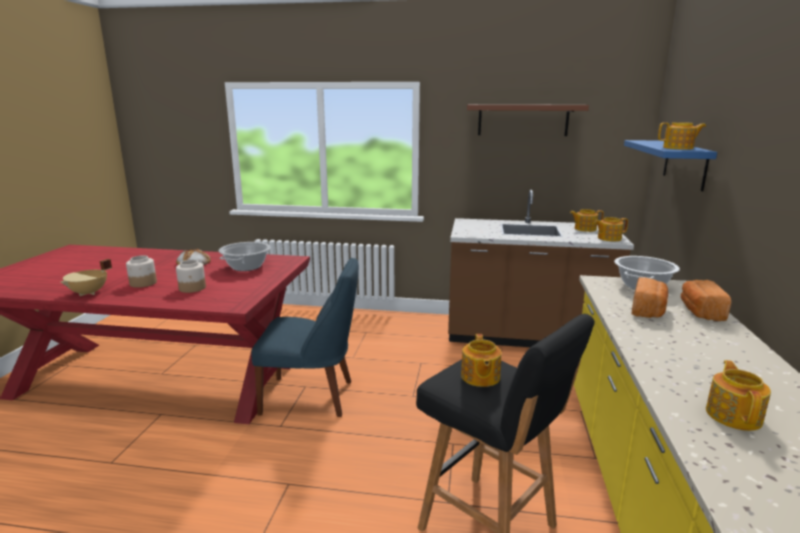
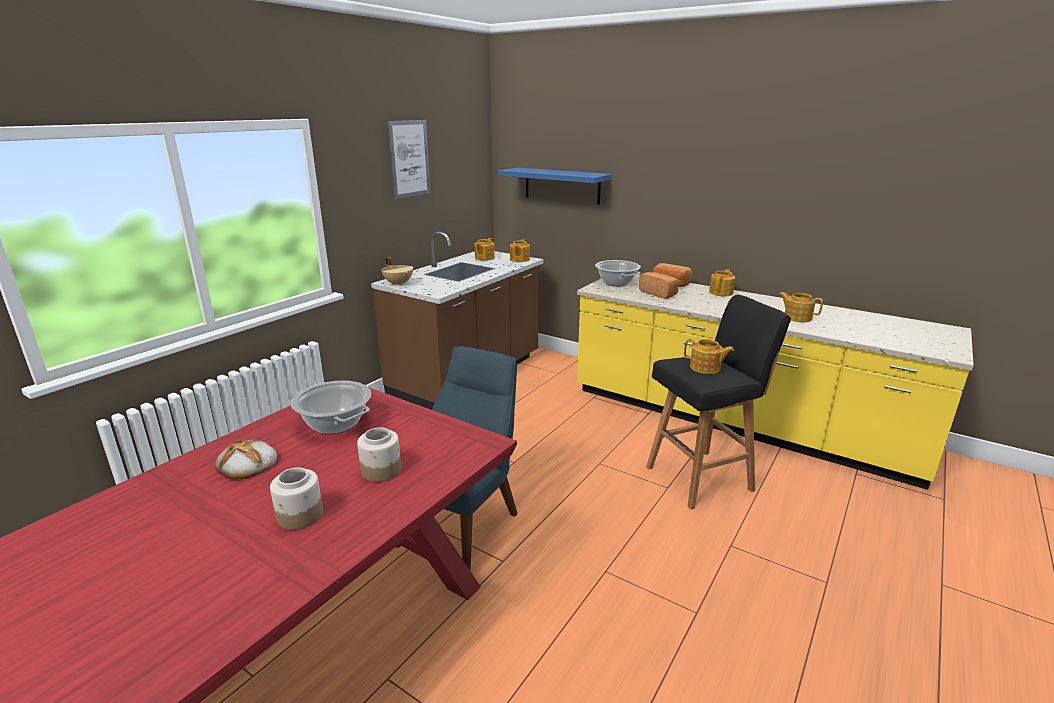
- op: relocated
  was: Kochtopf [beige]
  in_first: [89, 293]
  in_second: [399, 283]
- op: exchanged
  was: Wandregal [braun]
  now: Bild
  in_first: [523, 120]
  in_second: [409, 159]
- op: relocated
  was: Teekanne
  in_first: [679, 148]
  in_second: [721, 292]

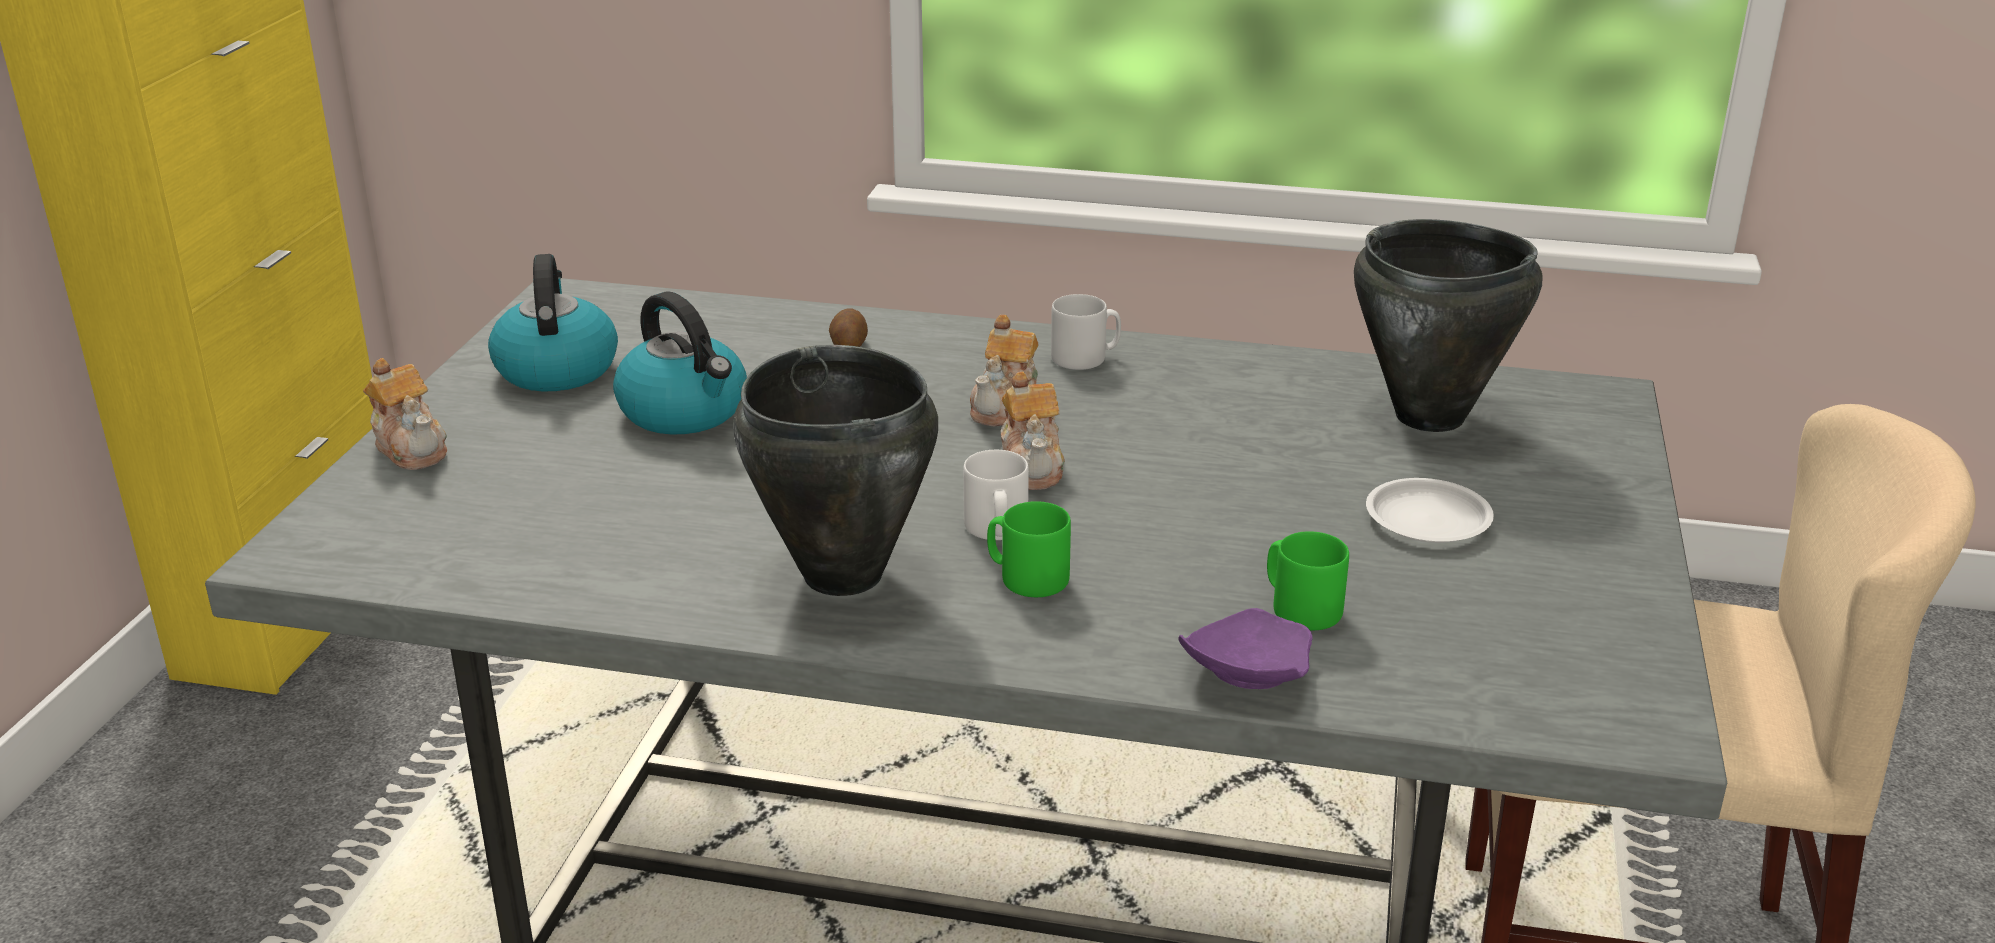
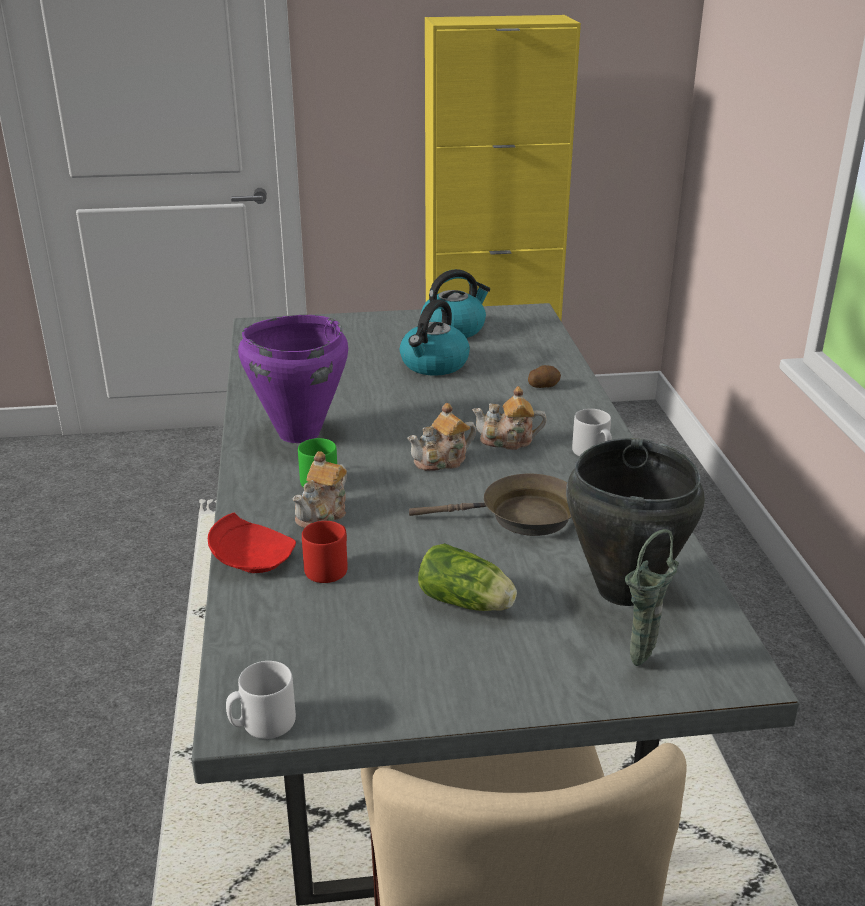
- op: colour
  was: Teller [lila]
  now: Teller [rot]
  in_first: [1245, 673]
  in_second: [252, 559]
- op: relocated
  was: Henkelbecher [weiß]
  in_first: [996, 530]
  in_second: [262, 723]
- op: colour
  was: Kochtopf [schwarz]
  now: Kochtopf [lila]
  in_first: [842, 576]
  in_second: [298, 433]
- op: relocated
  was: Teekanne
  in_first: [412, 448]
  in_second: [323, 513]
- op: colour
  was: Henkelbecher [grün]
  now: Henkelbecher [rot]
  in_first: [1300, 608]
  in_second: [329, 568]
- op: appeared
  now: Pfanne [braun]
  in_second: [521, 516]
- op: exchanged
  was: Teller [weiß]
  now: Salatkopf
  in_first: [1426, 519]
  in_second: [468, 603]
- op: appeared
  now: Vase [grün]
  in_second: [643, 659]

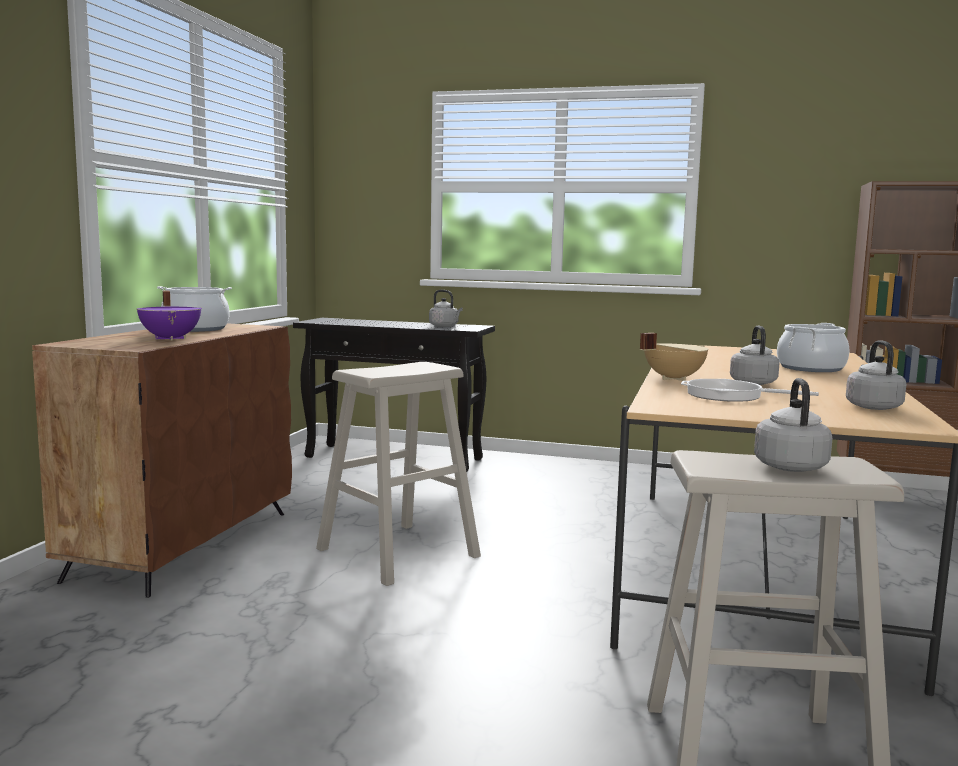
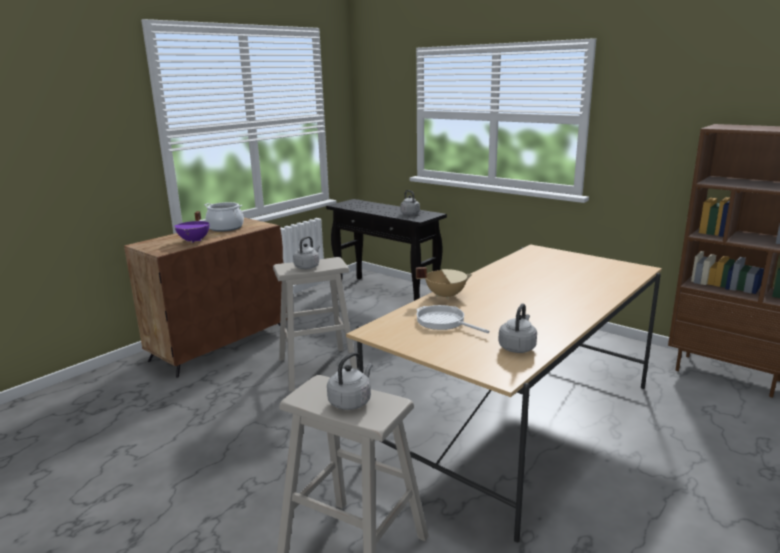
- op: relocated
  was: Wasserkessel [grau]
  in_first: [752, 382]
  in_second: [307, 266]
- op: missing
  was: Kochtopf
  in_first: [811, 368]

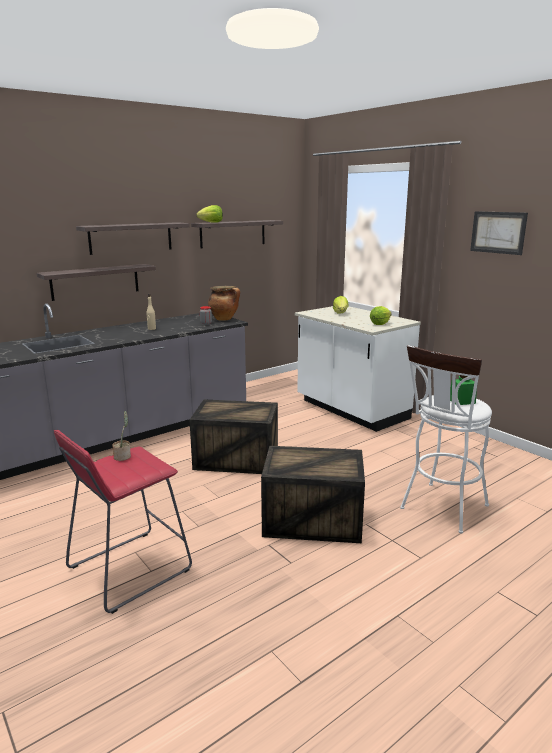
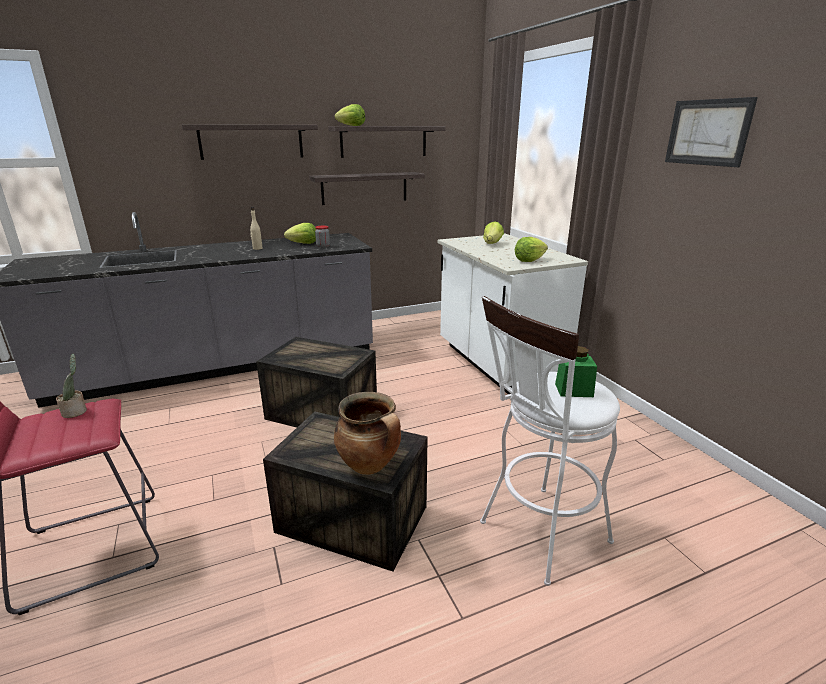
- op: appeared
  now: Salatkopf
  in_second: [303, 243]
- op: relocated
  was: Wandregal
  in_first: [95, 281]
  in_second: [364, 188]
- op: relocated
  was: Kochtopf
  in_first: [224, 319]
  in_second: [370, 465]

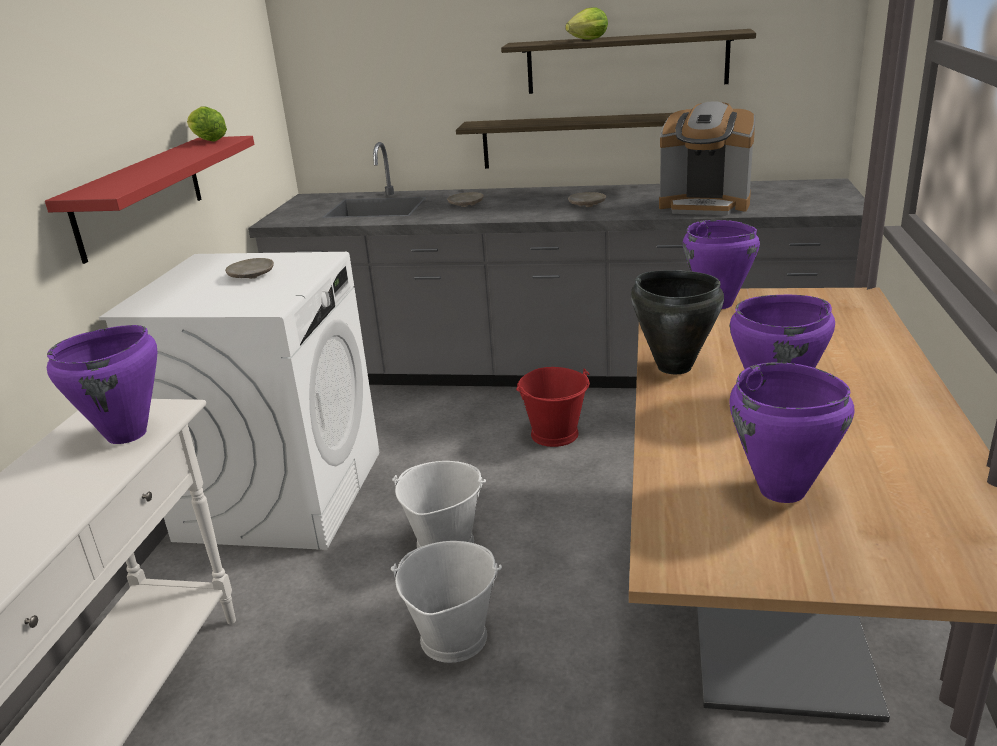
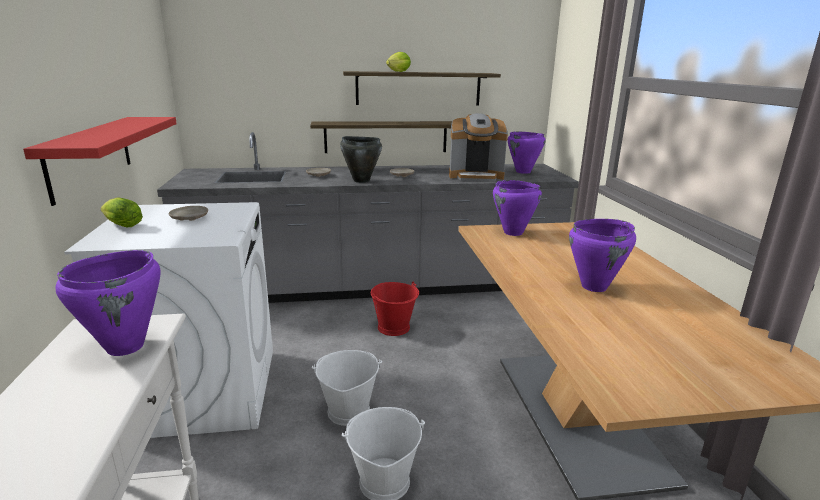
- op: relocated
  was: Salatkopf
  in_first: [206, 140]
  in_second: [121, 225]
- op: relocated
  was: Kochtopf [schwarz]
  in_first: [674, 366]
  in_second: [361, 180]
- op: relocated
  was: Kochtopf [lila]
  in_first: [782, 491]
  in_second: [523, 172]

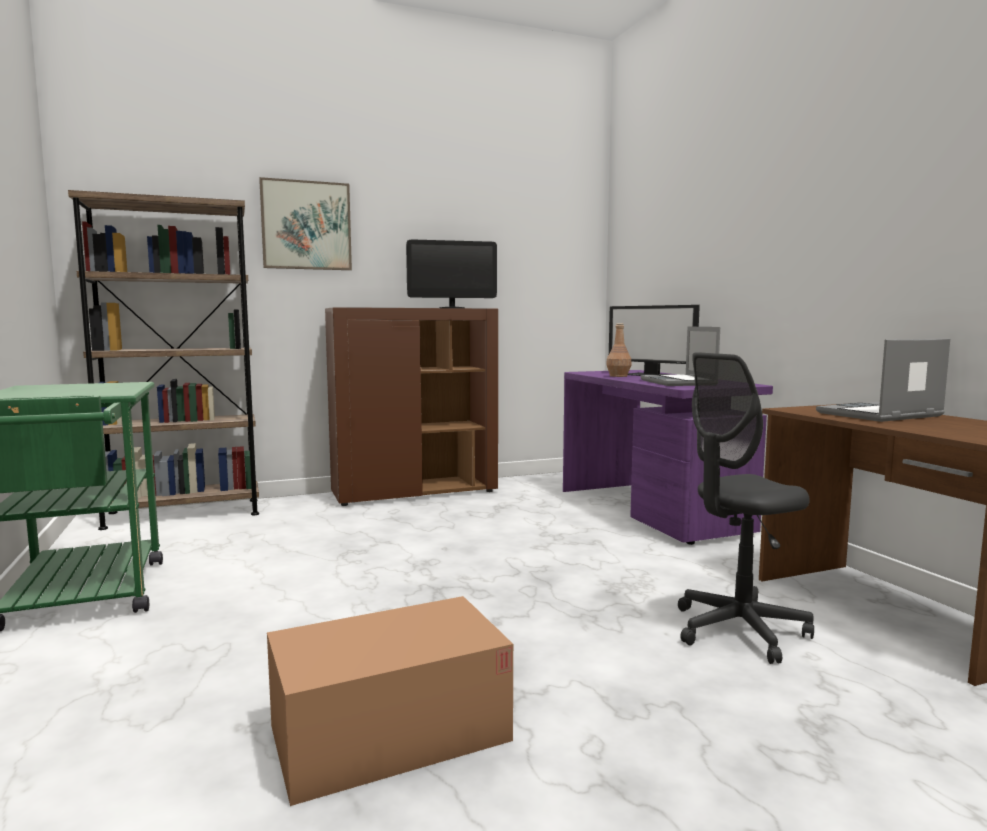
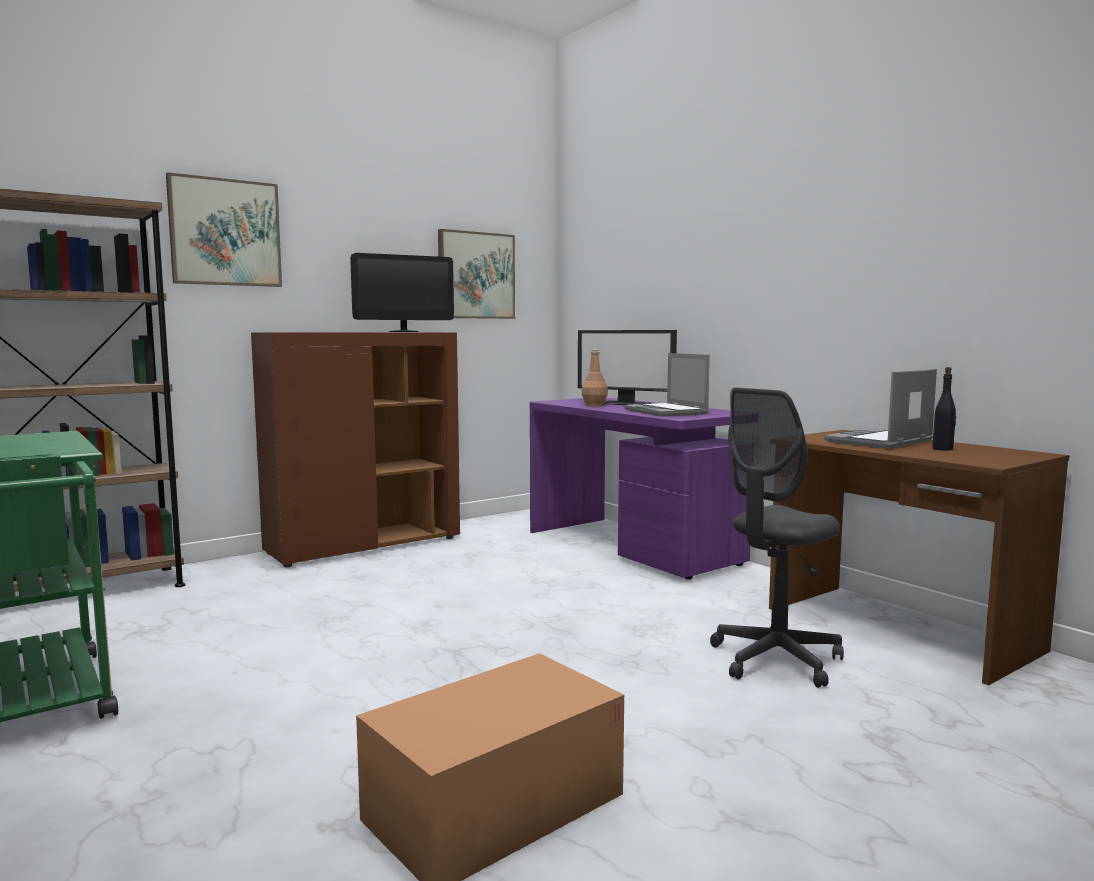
- op: appeared
  now: Bild
  in_second: [476, 275]
- op: appeared
  now: Flasche [schwarz]
  in_second: [943, 449]

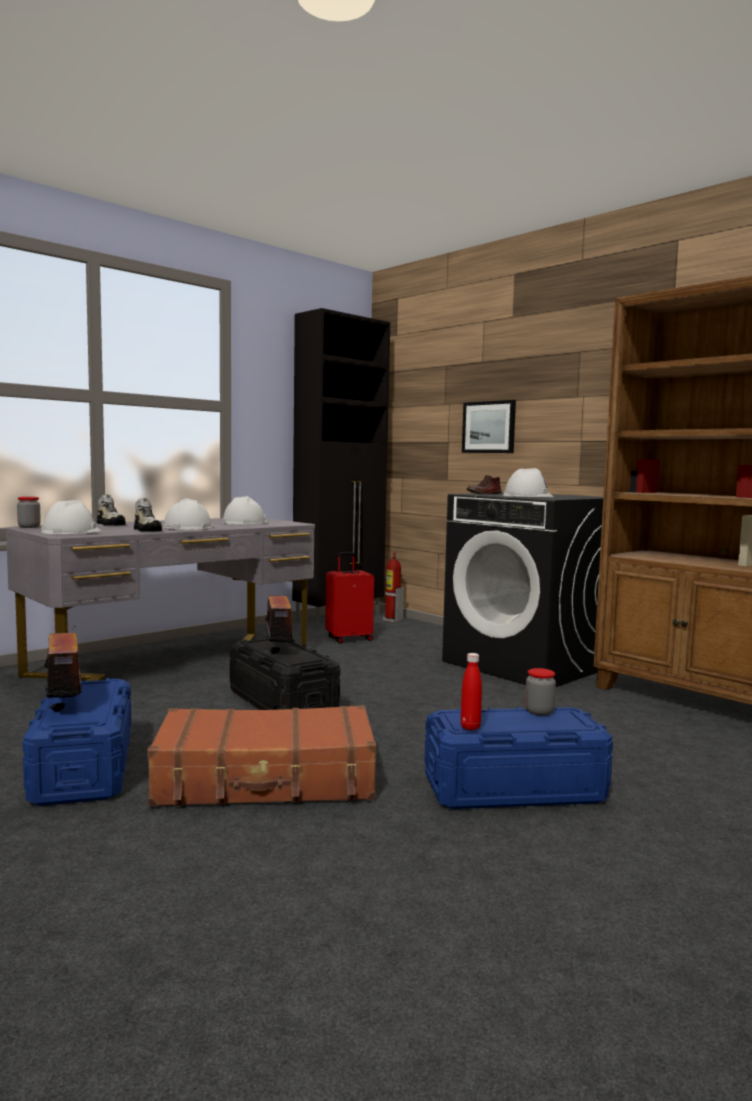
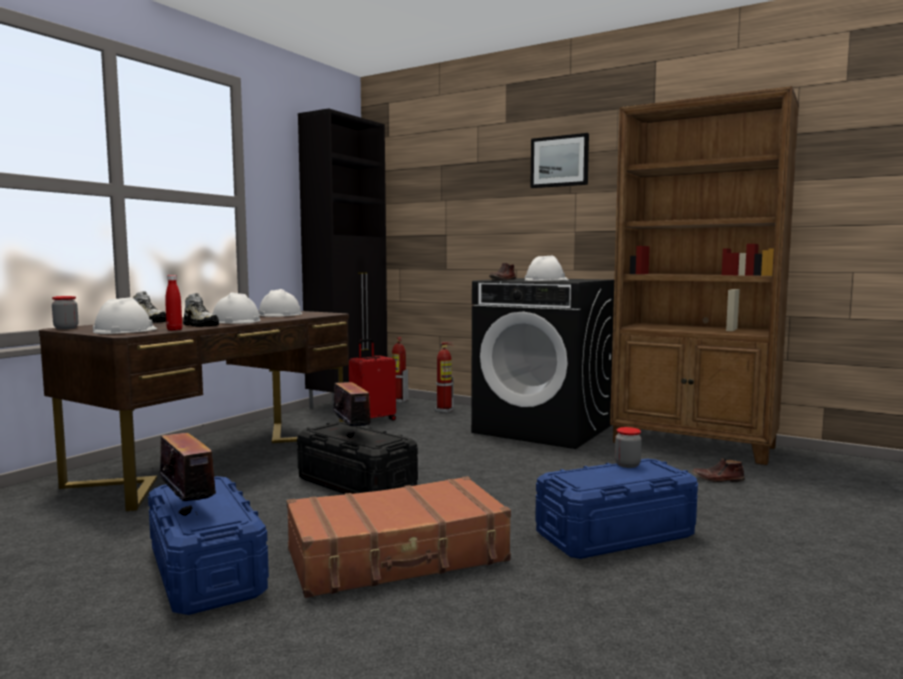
- op: colour
  was: Schreibtisch [grau]
  now: Schreibtisch [braun]
  in_first: [173, 664]
  in_second: [220, 459]
- op: relocated
  was: Flasche [rot]
  in_first: [470, 727]
  in_second: [174, 330]
- op: appeared
  now: Feuerlöscher
  in_second: [444, 410]
- op: relocated
  was: Bild
  in_first: [489, 427]
  in_second: [559, 161]
- op: appeared
  now: Schuh [braun]
  in_second: [717, 479]

